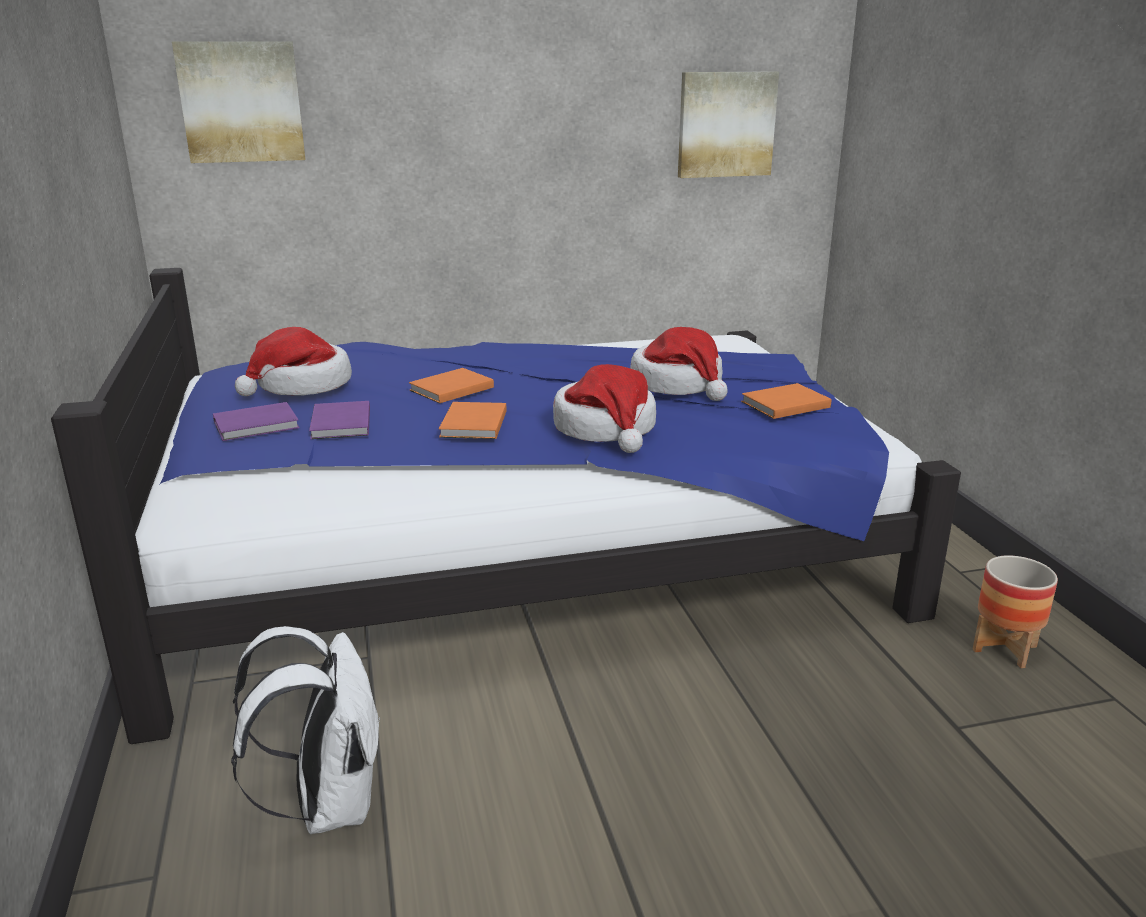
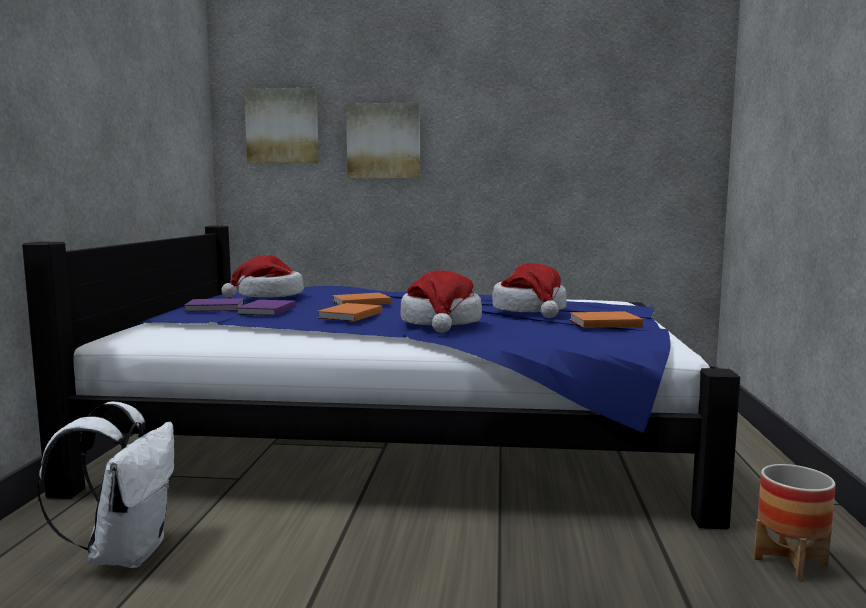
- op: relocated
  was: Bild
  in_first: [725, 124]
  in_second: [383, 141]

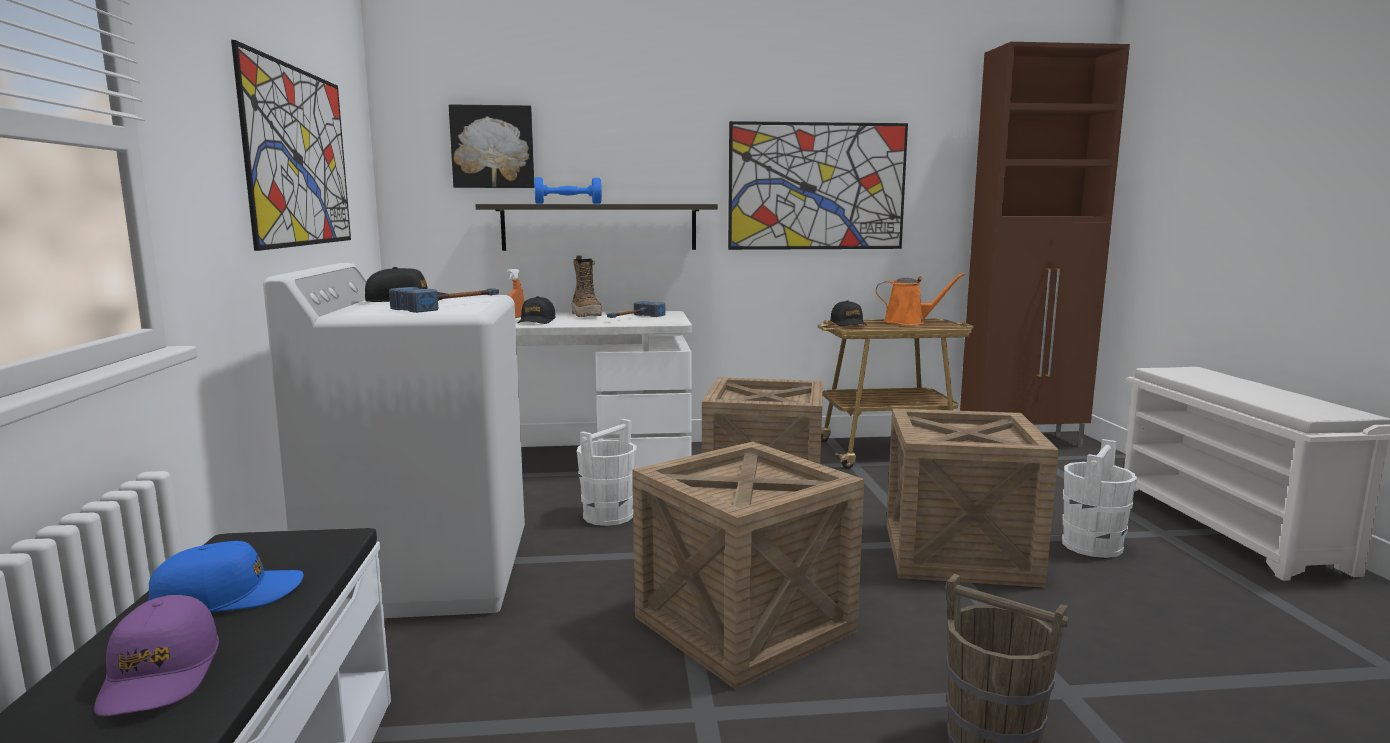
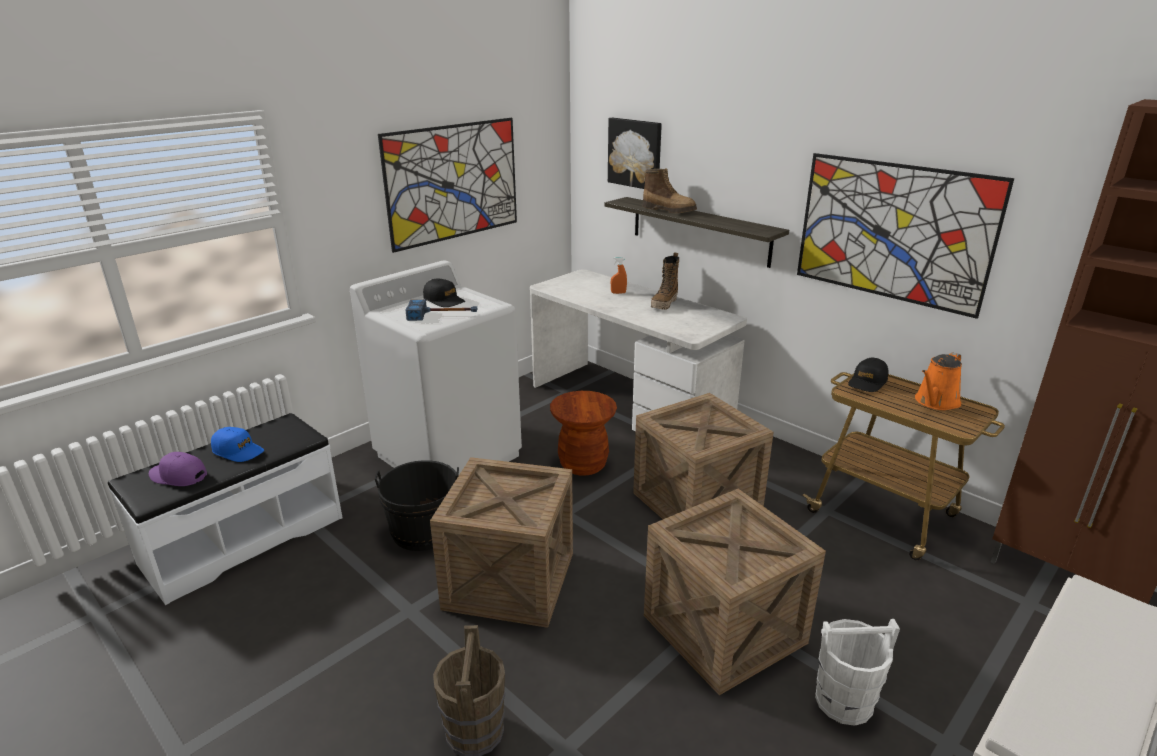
- op: spun
  was: Kappe [lila]
  in_first: [161, 674]
  in_second: [178, 476]
  clockwise: 75
- op: appeared
  now: Eimer [schwarz]
  in_second: [424, 531]
- op: exchanged
  was: Eimer [weiß]
  now: Hocker [braun]
  in_first: [607, 516]
  in_second: [583, 464]
- op: exchanged
  was: Hantel [blau]
  now: Stiefel
  in_first: [568, 203]
  in_second: [669, 210]
- op: spun
  was: Gießkanne [orange]
  in_first: [908, 322]
  in_second: [935, 402]
  clockwise: 75
- op: missing
  was: Kappe [schwarz]
  in_first: [536, 321]
- op: missing
  was: Hammer
  in_first: [633, 318]

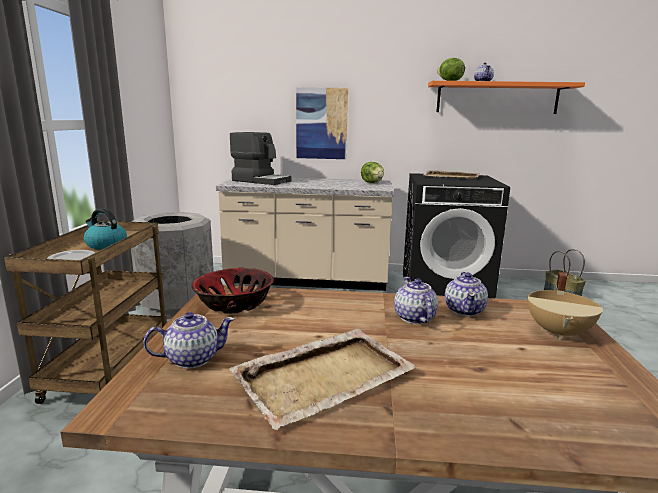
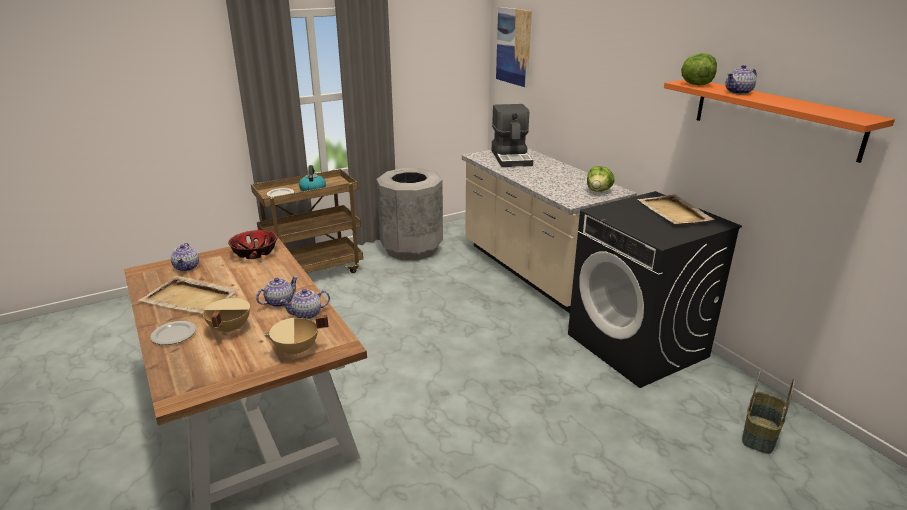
- op: appeared
  now: Teller
  in_second: [174, 335]
- op: spun
  was: Teekanne
  in_first: [192, 359]
  in_second: [187, 267]
  clockwise: 45
- op: appeared
  now: Kochtopf [beige]
  in_second: [229, 329]
- op: relocated
  was: Bild
  in_first: [321, 123]
  in_second: [514, 46]

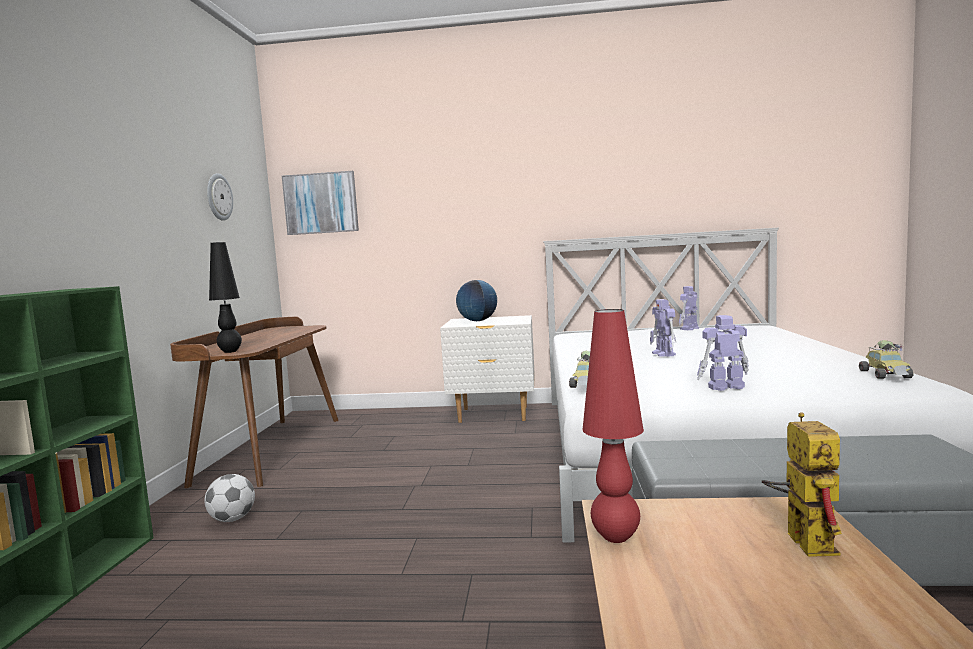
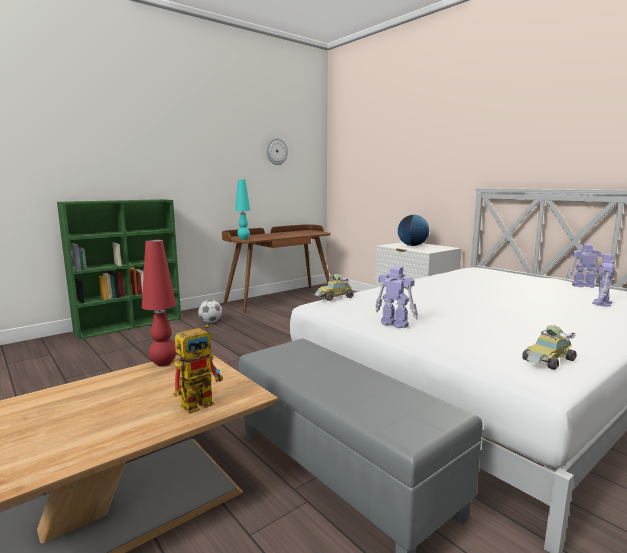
- op: colour
  was: Tischlampe [schwarz]
  now: Tischlampe [türkis]
  in_first: [230, 351]
  in_second: [243, 239]
- op: relocated
  was: Spielzeugroboter
  in_first: [664, 354]
  in_second: [602, 303]
- op: missing
  was: Bild
  in_first: [321, 203]

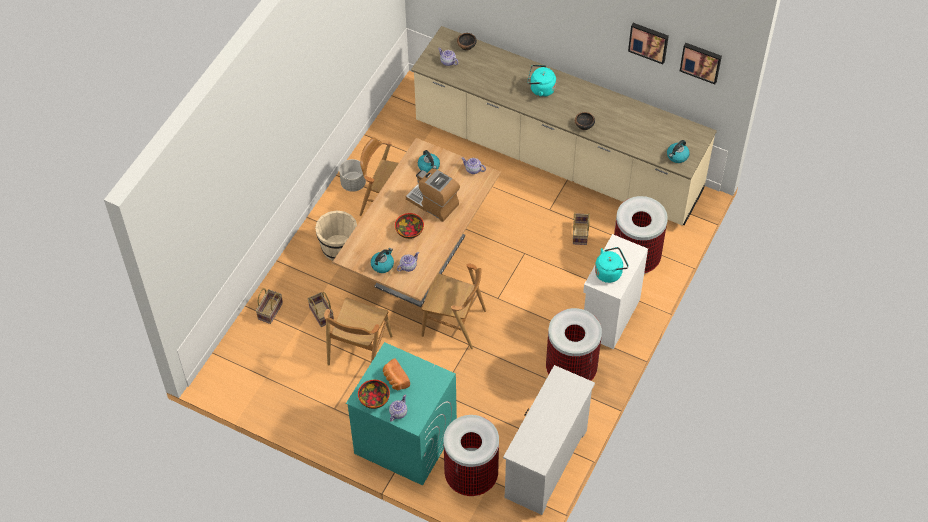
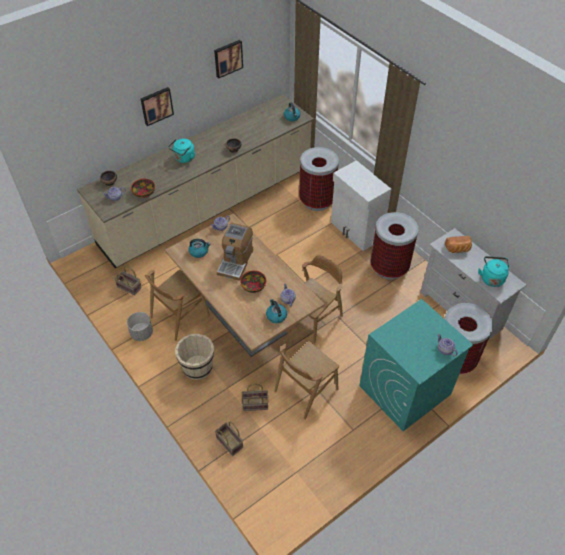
- op: relocated
  was: Korb
  in_first: [580, 234]
  in_second: [130, 287]
- op: relocated
  was: Schüssel
  in_first: [374, 398]
  in_second: [144, 193]
- op: relocated
  was: Bild
  in_first: [701, 62]
  in_second: [156, 105]
- op: spun
  was: Kaffeemaschine
  in_first: [433, 202]
  in_second: [235, 261]
  clockwise: -45
- op: spun
  was: Stuhl [braun]
  in_first: [359, 350]
  in_second: [305, 390]
  clockwise: 90
- op: relocated
  was: Brot
  in_first: [395, 380]
  in_second: [457, 249]
- op: relocated
  was: Wasserkessel [türkis]
  in_first: [610, 272]
  in_second: [491, 278]

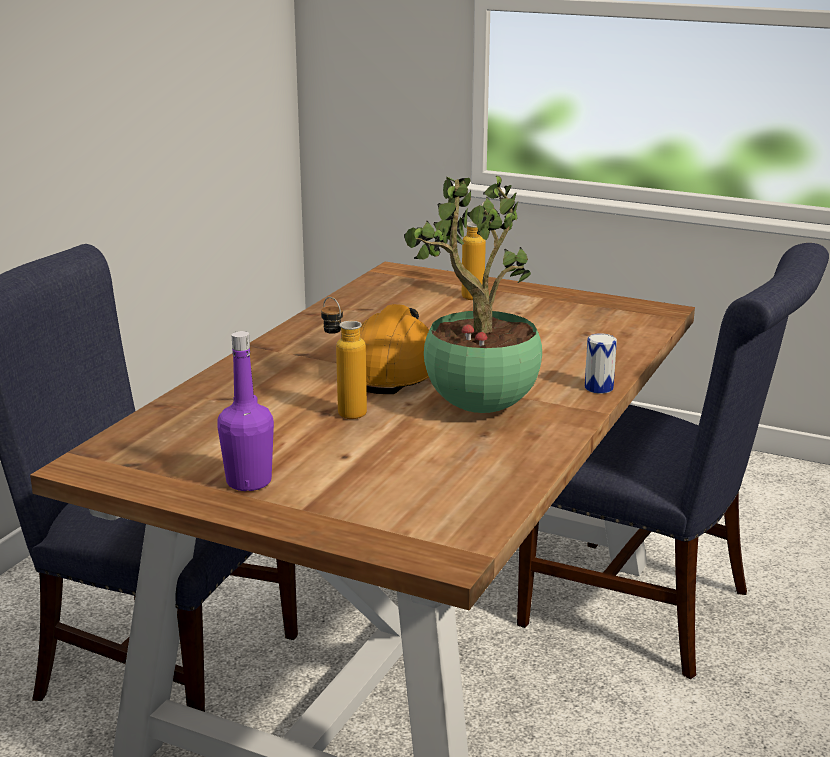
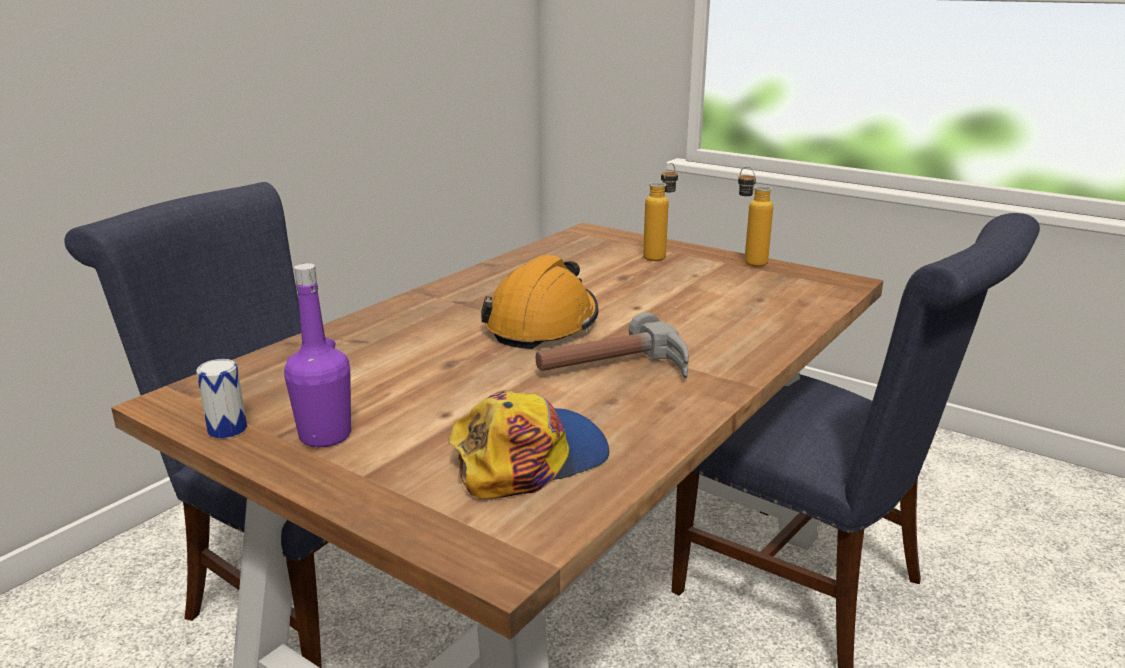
- op: relocated
  was: Dose
  in_first: [598, 388]
  in_second: [227, 429]
- op: appeared
  now: Kappe
  in_second: [529, 457]
- op: exchanged
  was: Topfpflanze
  now: Hammer
  in_first: [479, 408]
  in_second: [616, 371]
- op: relocated
  was: Flasche
  in_first: [344, 410]
  in_second: [748, 261]

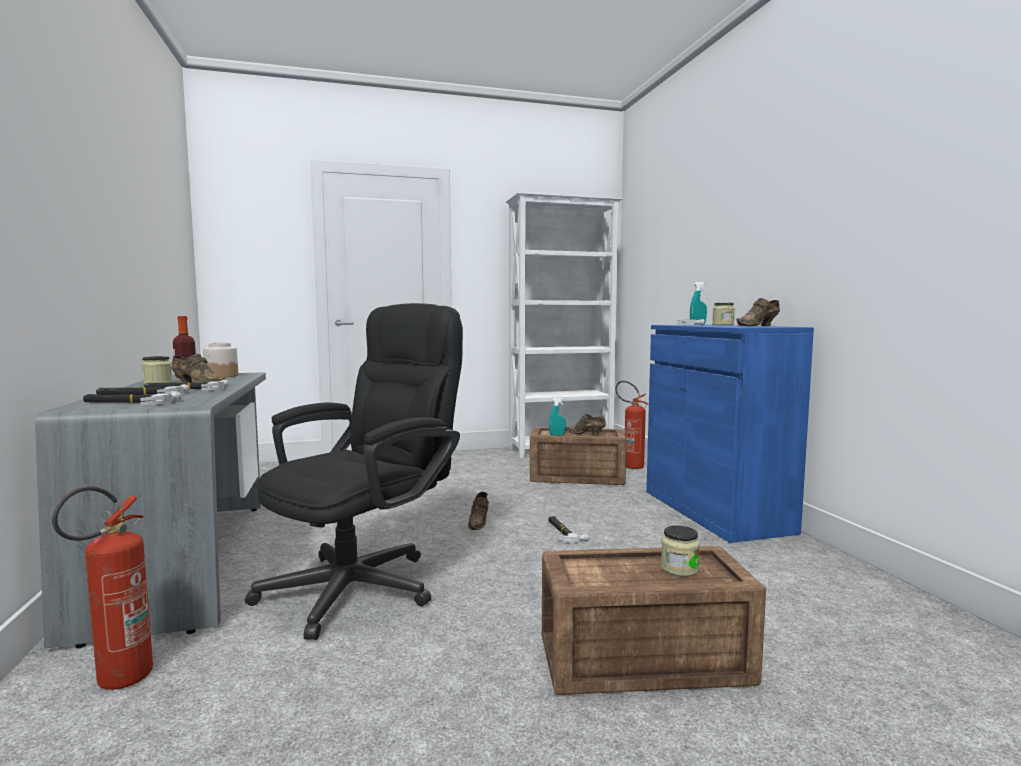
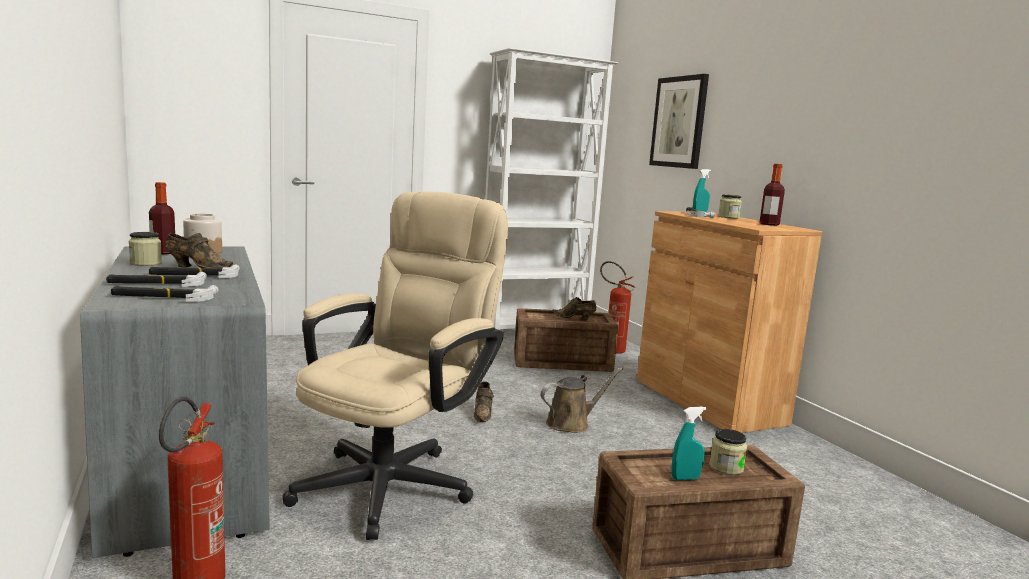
- op: colour
  was: Bürostuhl [schwarz]
  now: Bürostuhl [beige]
  in_first: [365, 583]
  in_second: [396, 480]
- op: exchanged
  was: Hammer
  now: Gießkanne [braun]
  in_first: [563, 531]
  in_second: [571, 423]
- op: colour
  was: Schrank [blau]
  now: Schrank [braun]
  in_first: [715, 511]
  in_second: [708, 401]
- op: appeared
  now: Bild
  in_second: [679, 122]
- op: relocated
  was: Sprühflasche [türkis]
  in_first: [557, 435]
  in_second: [685, 478]
- op: exchanged
  was: Schuh [braun]
  now: Flasche
  in_first: [759, 326]
  in_second: [769, 224]

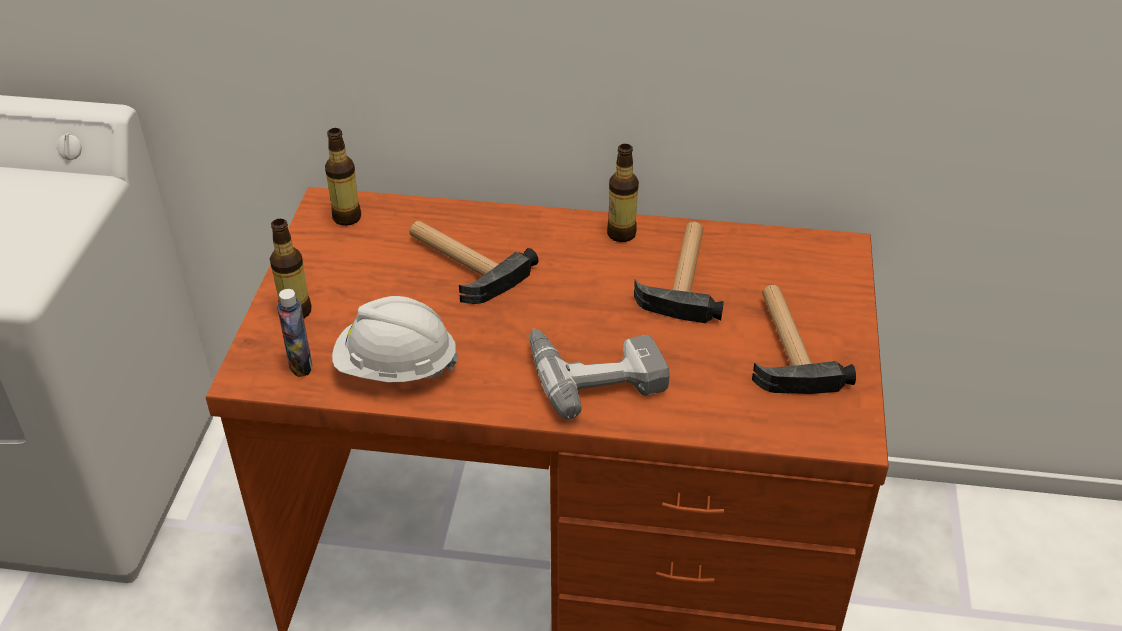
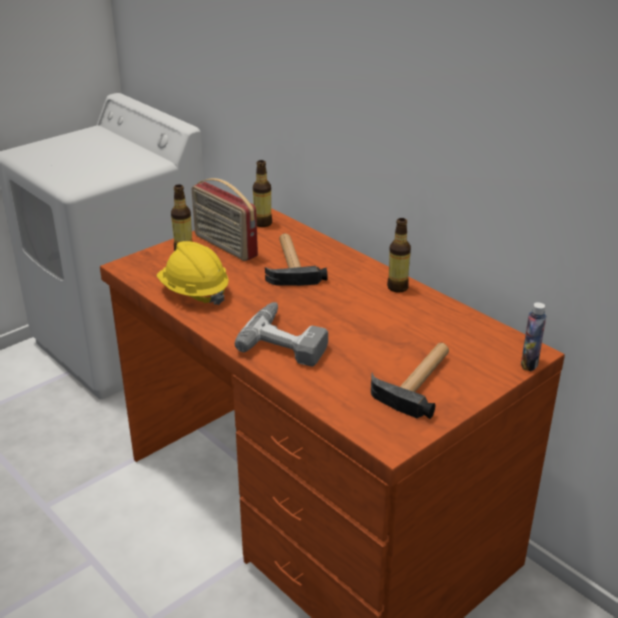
- op: colour
  was: Schutzhelm [weiß]
  now: Schutzhelm [gelb]
  in_first: [395, 367]
  in_second: [194, 292]
- op: appeared
  now: Radio
  in_second: [224, 246]
- op: relocated
  was: Flasche
  in_first: [300, 365]
  in_second: [529, 364]
- op: missing
  was: Hammer
  in_first: [683, 276]

